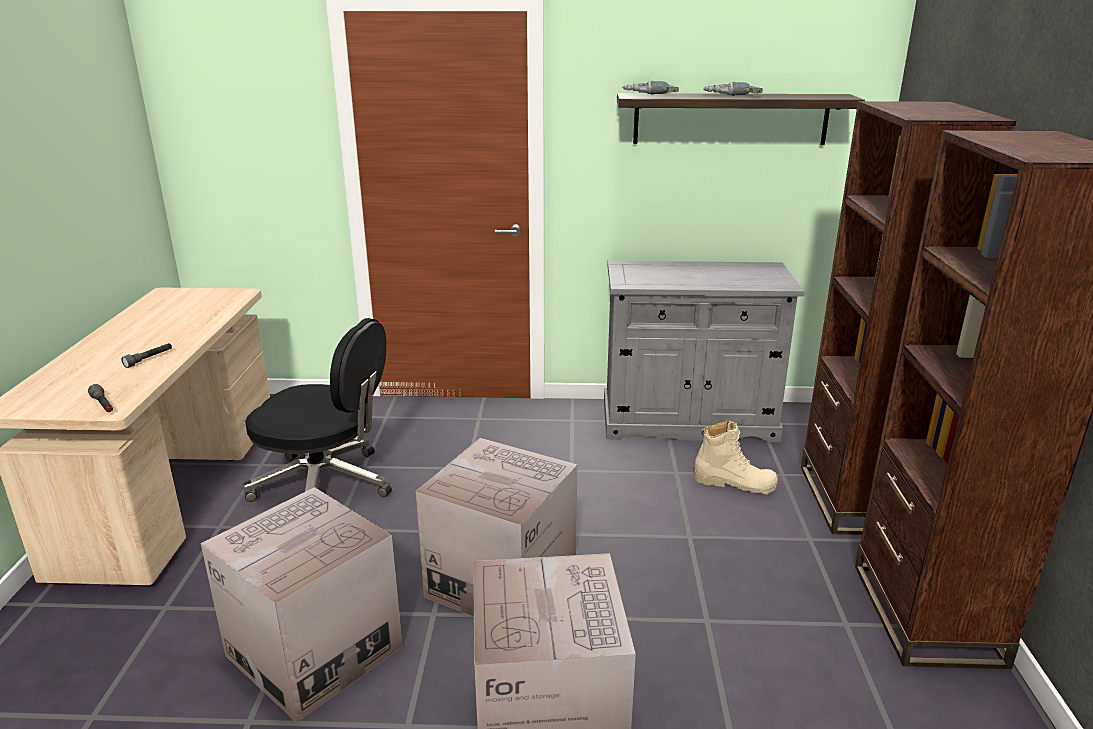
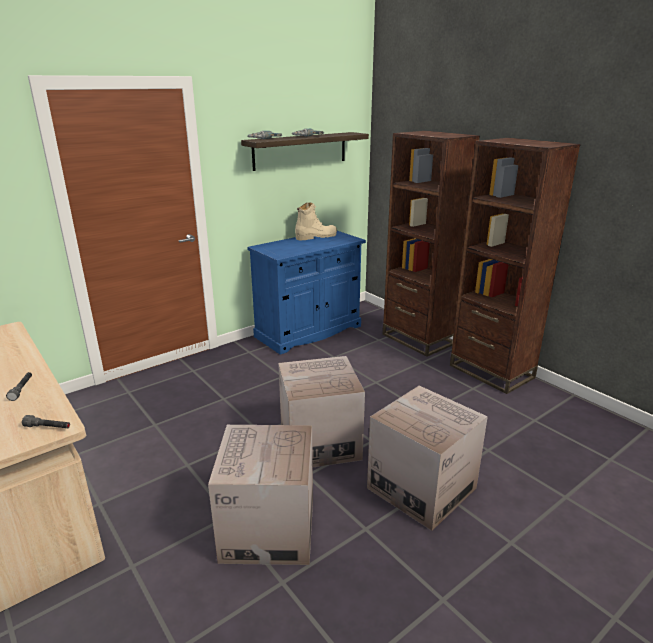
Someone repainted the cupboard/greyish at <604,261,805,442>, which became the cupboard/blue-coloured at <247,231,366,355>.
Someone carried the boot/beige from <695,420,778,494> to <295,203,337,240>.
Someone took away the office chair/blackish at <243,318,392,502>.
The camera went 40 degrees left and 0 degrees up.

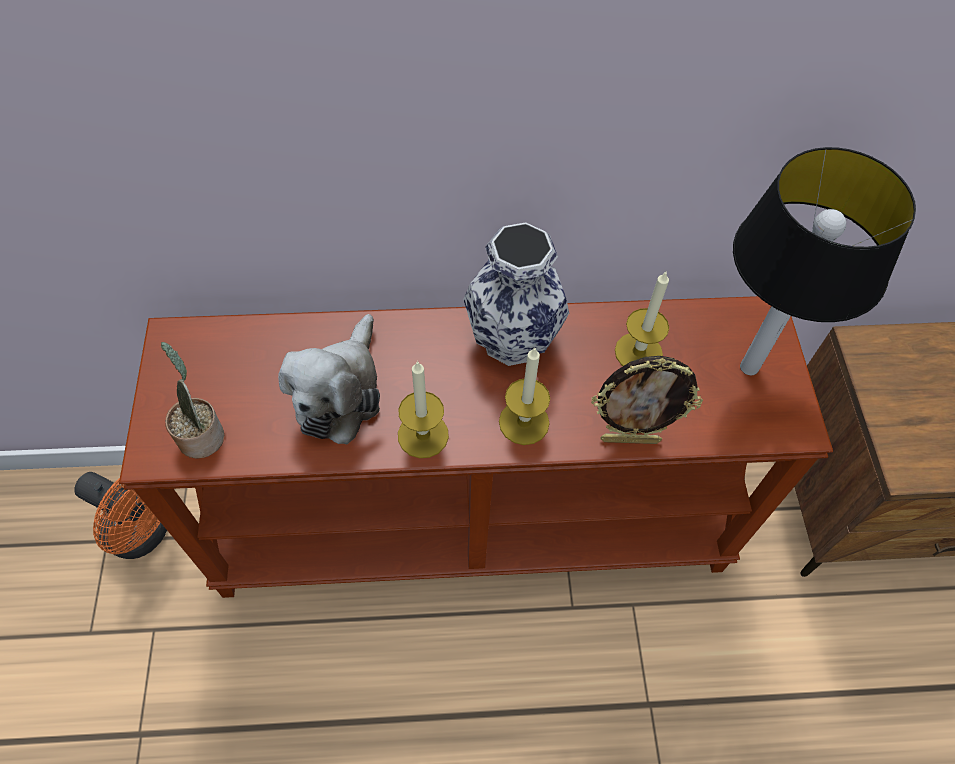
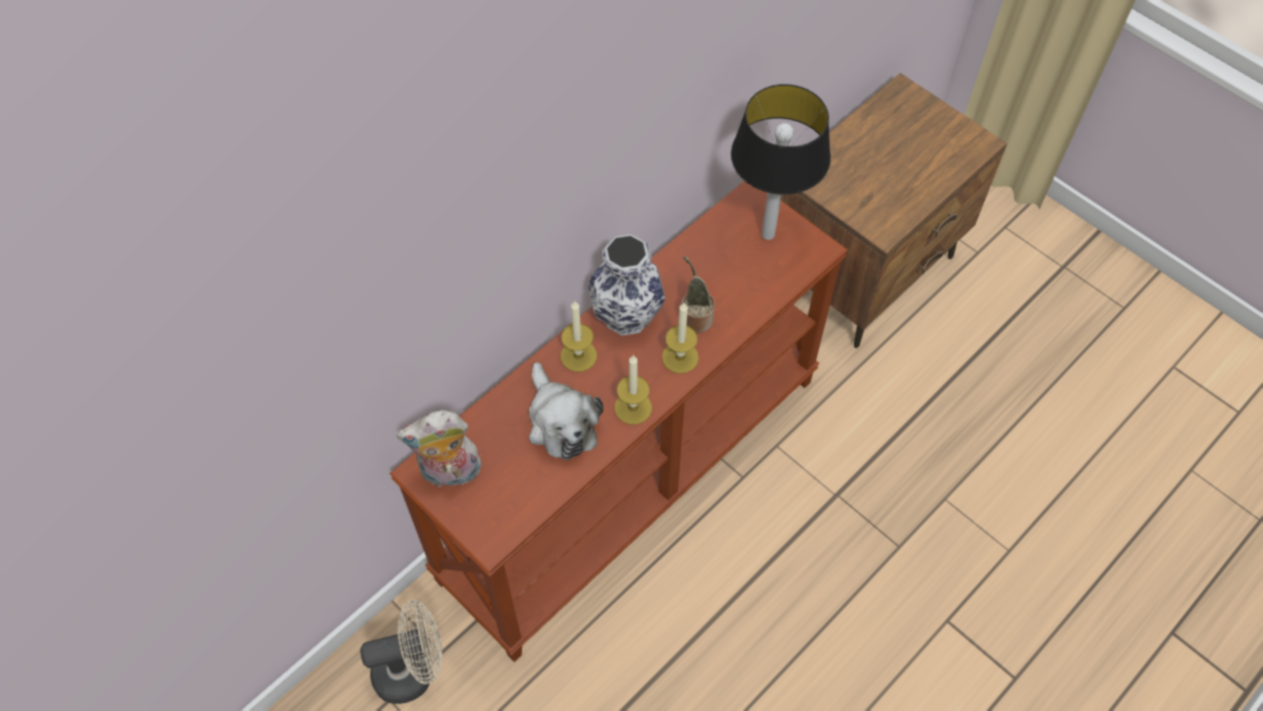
Someone repainted the cooling fan/orangey at <74,472,167,559>, which became the cooling fan/beige at <360,600,442,704>.
Someone put down the soft toy at <397,410,482,487>.
Someone carried the candle from <615,272,669,366> to <561,301,597,372>.
Someone carried the plant in a pot from <161,342,225,459> to <681,256,715,333>.
Someone took away the picture frame at <591,356,703,444>.
The camera went 40 degrees left and 0 degrees up.

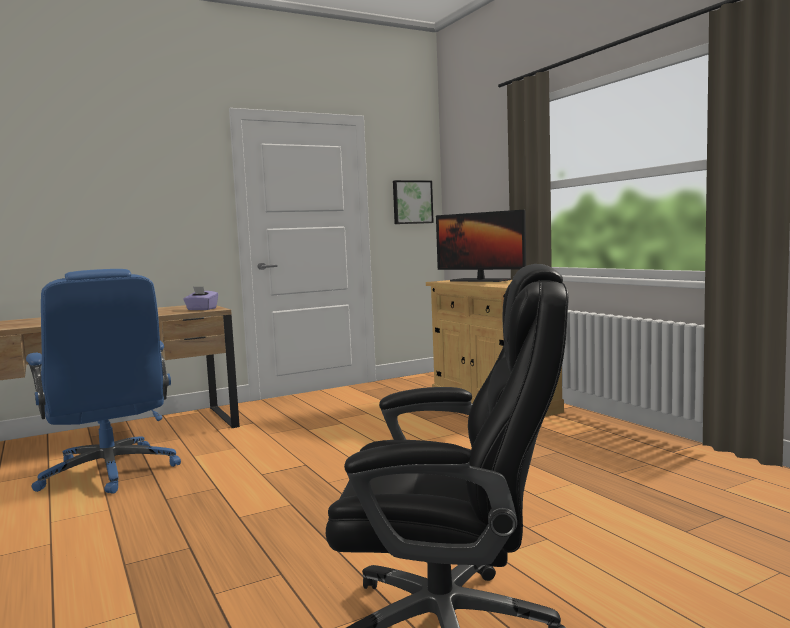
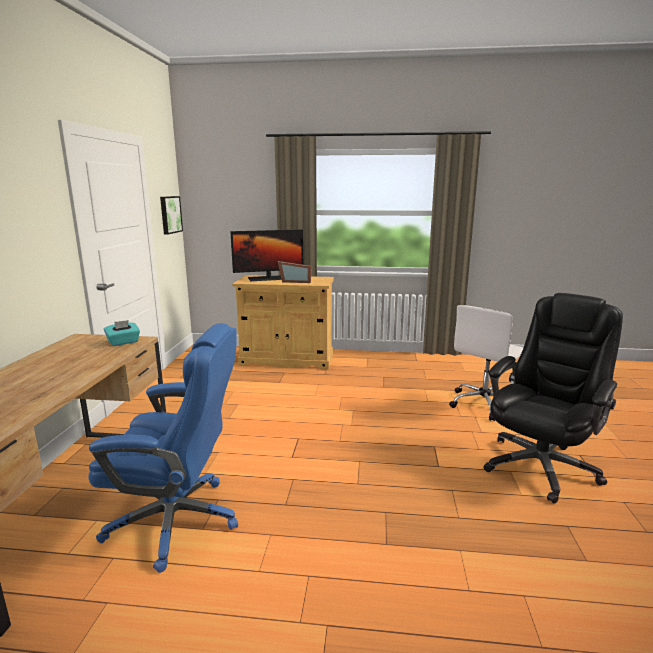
Someone repainted the box of tissues/purple at <183,287,218,310>, which became the box of tissues/blue-green at <104,320,140,346>.
Someone put down the picture frame at <278,261,312,283>.
Someone put down the office chair/white at <449,305,524,421>.
The camera went 55 degrees left and 10 degrees up.

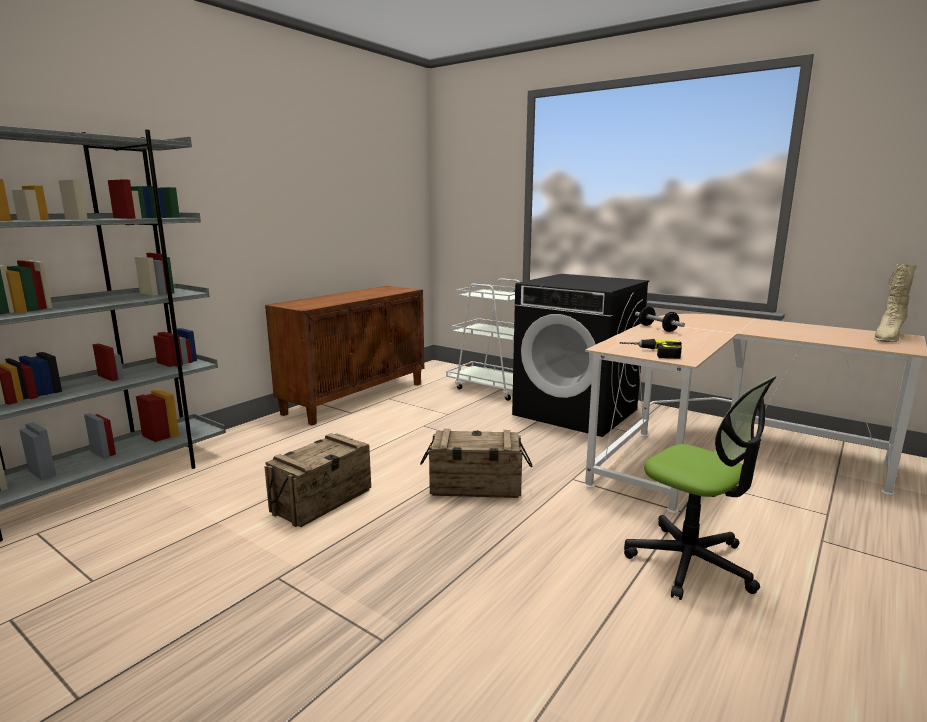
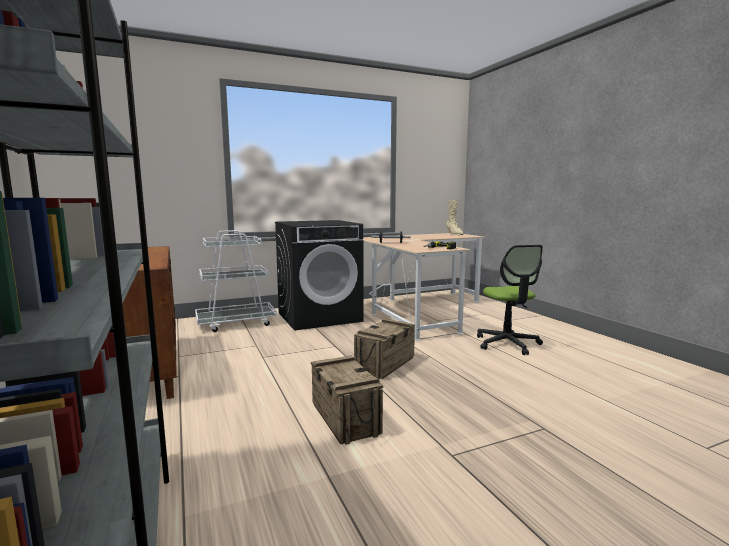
Someone rotated the office chair at <624,376,777,600> by 90 degrees clockwise.
The camera went 60 degrees left and 5 degrees down.

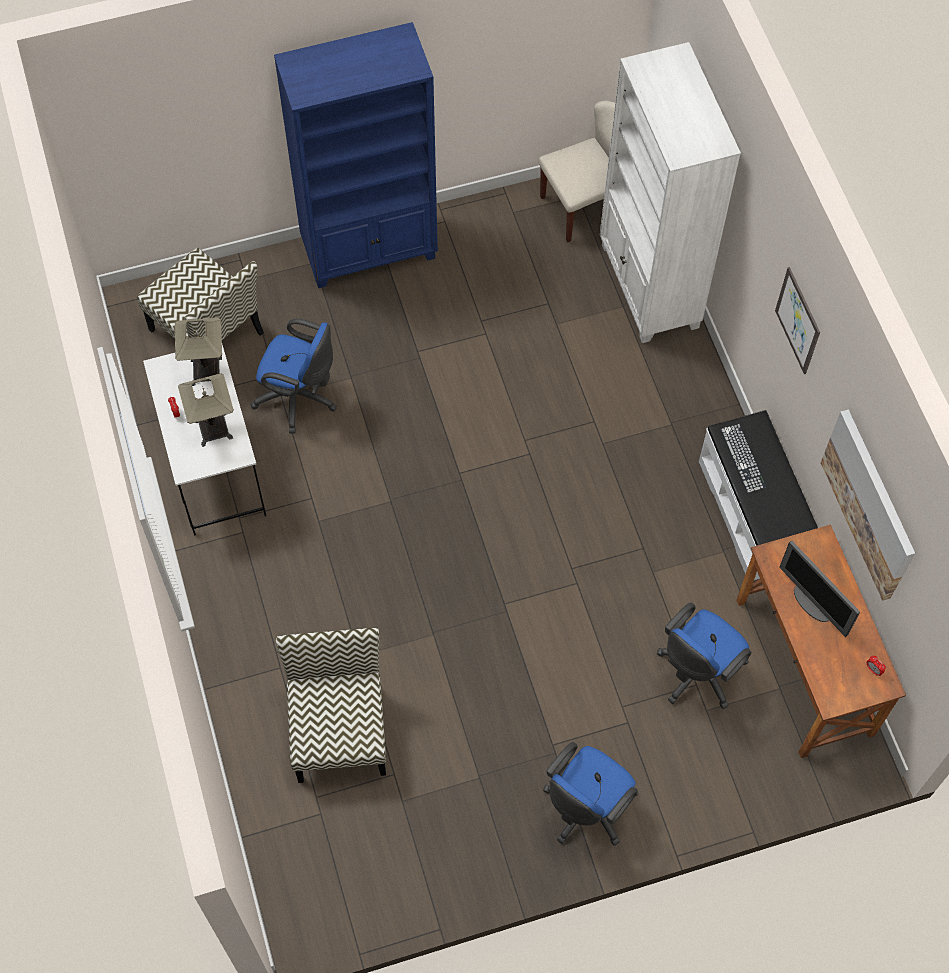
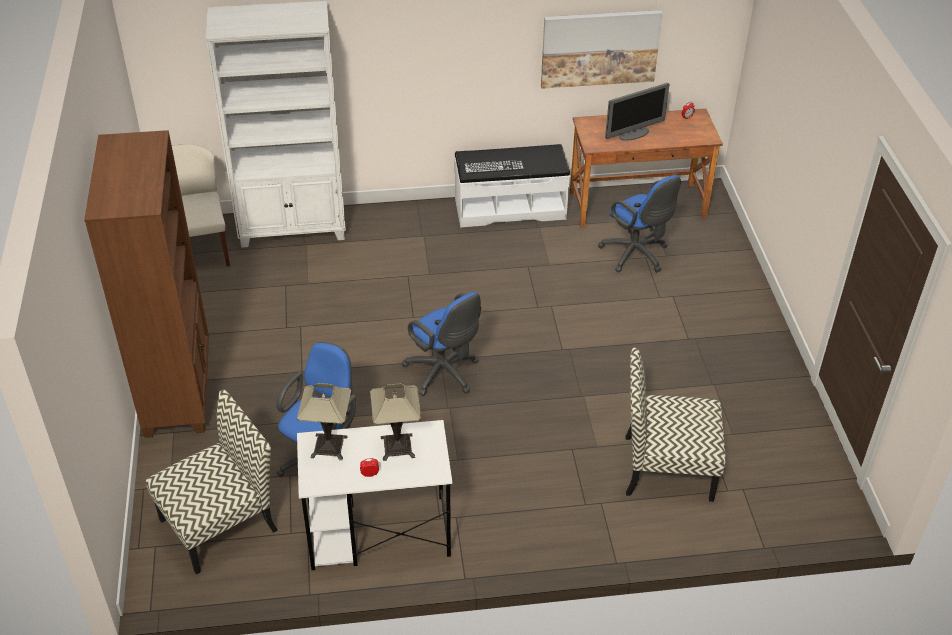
Someone repainted the bookcase/blue-coloured at <274,22,438,288>, which became the bookcase/brown-coloured at <84,130,209,438>.
Someone carried the office chair/blue-coloured from <543,742,639,846> to <402,292,481,396>.
Someone took away the wall picture at <775,267,820,374>.
The camera went 80 degrees left and 20 degrees down.

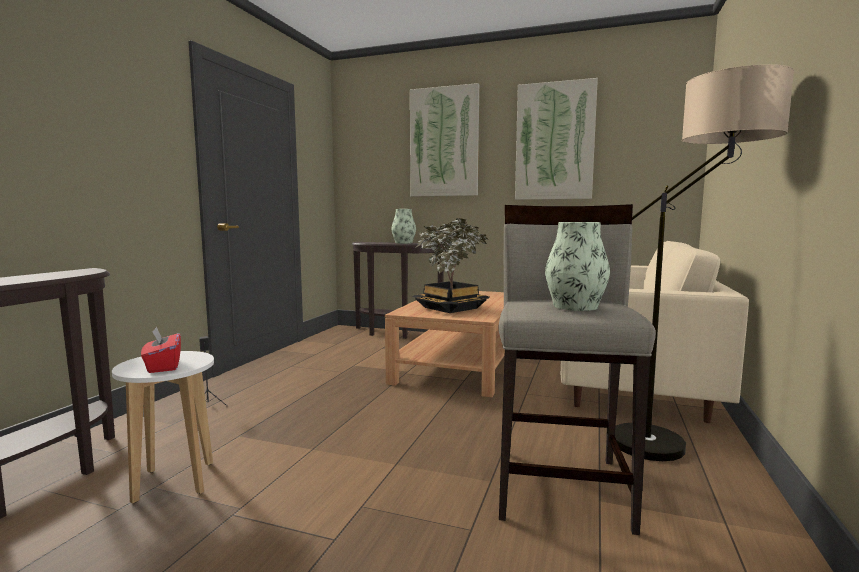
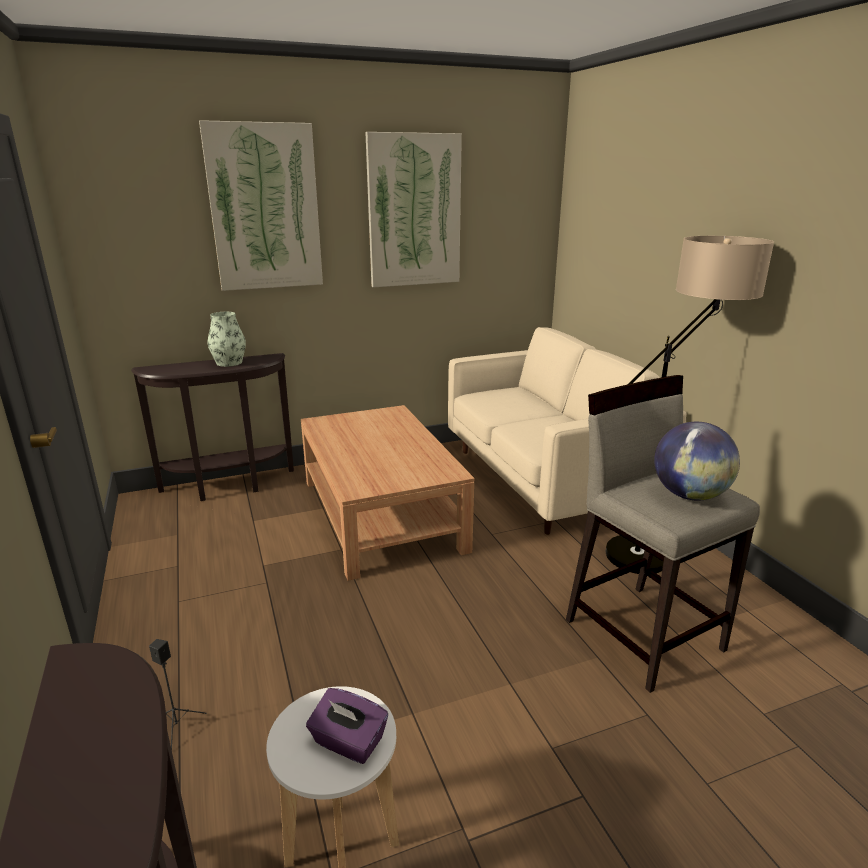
Someone repainted the box of tissues/red-coloured at <141,326,181,373>, which became the box of tissues/purple at <306,688,388,764>.
Someone swapped the decorative vase at <545,222,610,311> for the globe at <654,422,740,501>.
Someone took away the plant in a pot at <413,218,489,313>.
The camera went 40 degrees left and 15 degrees up.

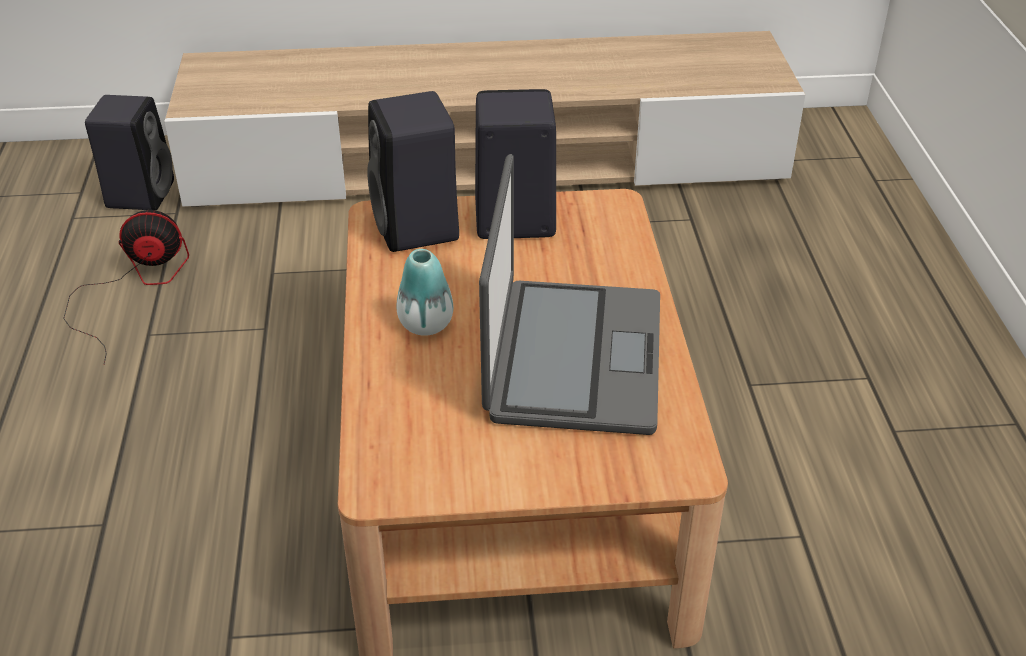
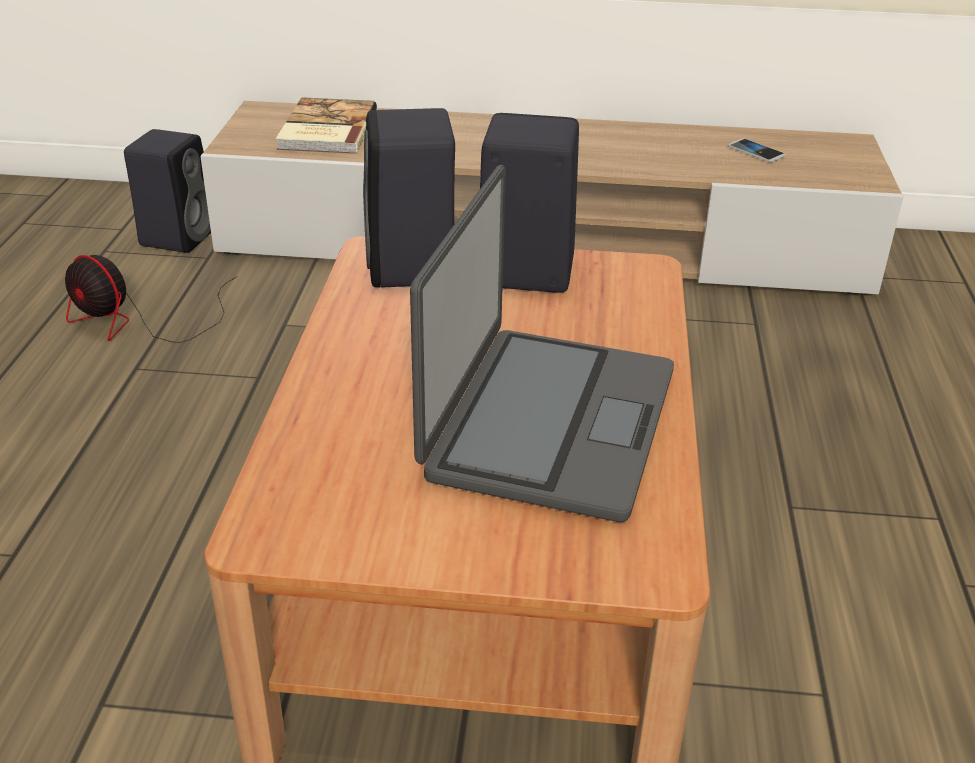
Someone rotated the cooling fan at <63,210,189,364> by 150 degrees counterclockwise.
Someone put down the book at <276,97,377,154>.
Someone put down the phone at <728,139,786,162>.
Someone took away the decorative vase at <396,249,453,336>.
The camera went 10 degrees right and 5 degrees down.

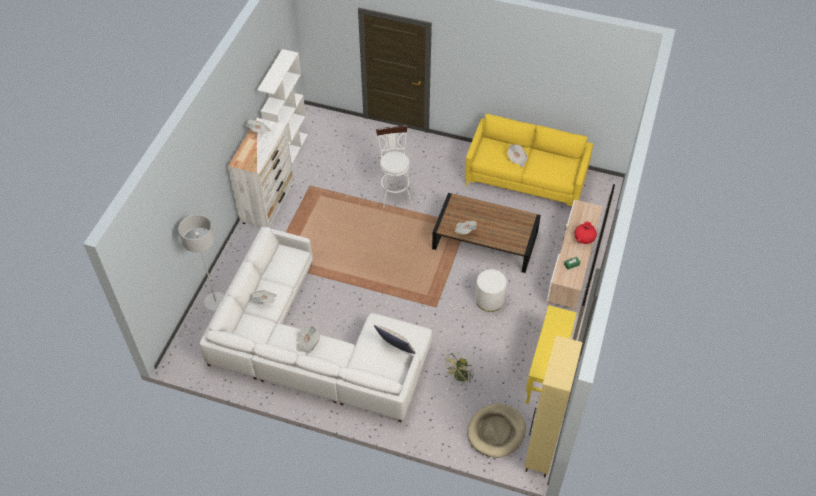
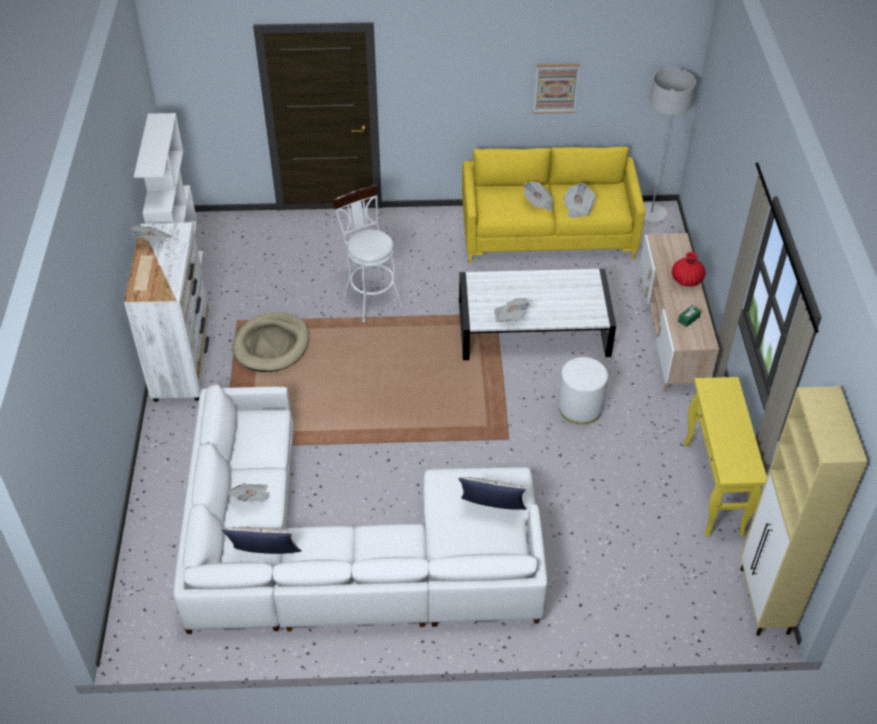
Someone put down the cushion at <221,526,302,554>.
Someone carried the dog bed/beige from <467,403,526,458> to <232,312,309,372>.
Someone repainted the low table/brown-coloured at <432,193,541,273>, which became the low table/white at <459,269,616,360>.
Someone put up the wall picture at <534,64,580,114>.
Someone carried the printed paper from <296,326,320,353> to <563,183,596,218>.
Someone carried the standing lamp/greyish from <178,215,224,310> to <644,68,696,222>.
Someone took away the cooling fan/green-coloured at <444,353,474,383>.
The camera went 20 degrees left and 5 degrees down.

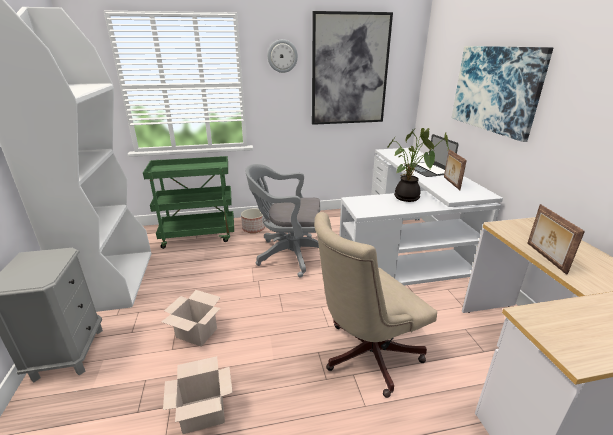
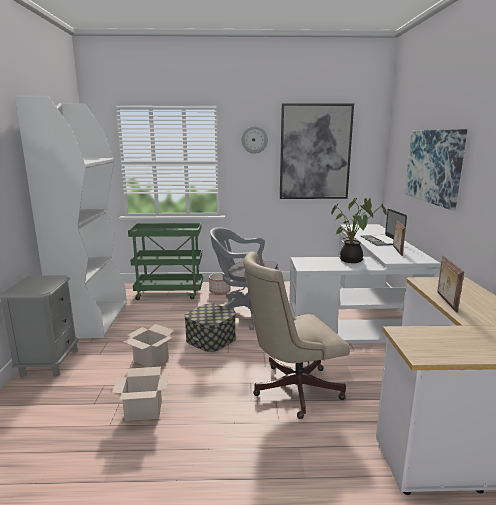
Someone put down the storage box at <184,304,236,352>.
The camera went 10 degrees right and 10 degrees down.

